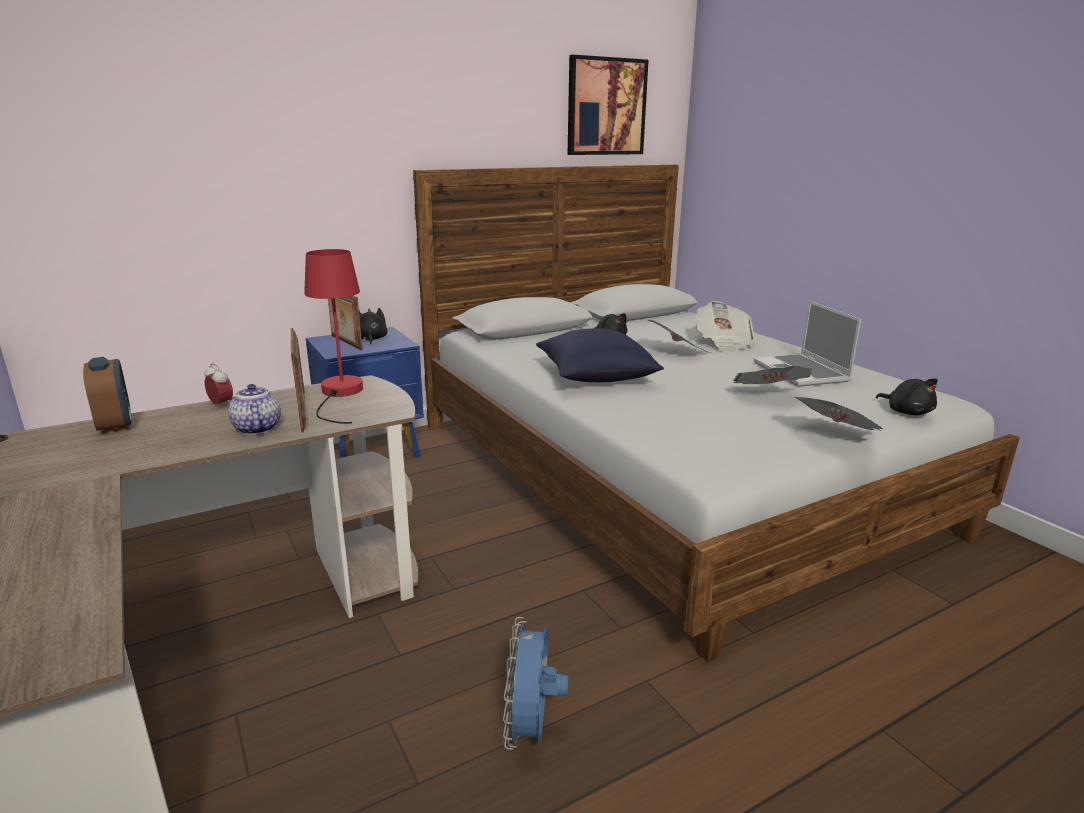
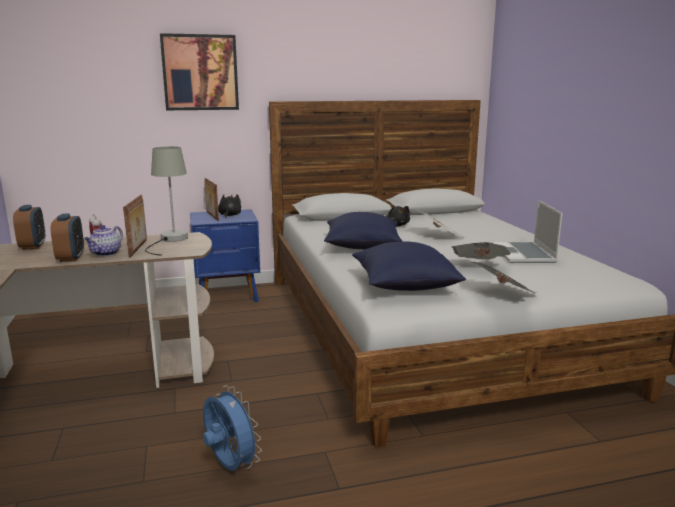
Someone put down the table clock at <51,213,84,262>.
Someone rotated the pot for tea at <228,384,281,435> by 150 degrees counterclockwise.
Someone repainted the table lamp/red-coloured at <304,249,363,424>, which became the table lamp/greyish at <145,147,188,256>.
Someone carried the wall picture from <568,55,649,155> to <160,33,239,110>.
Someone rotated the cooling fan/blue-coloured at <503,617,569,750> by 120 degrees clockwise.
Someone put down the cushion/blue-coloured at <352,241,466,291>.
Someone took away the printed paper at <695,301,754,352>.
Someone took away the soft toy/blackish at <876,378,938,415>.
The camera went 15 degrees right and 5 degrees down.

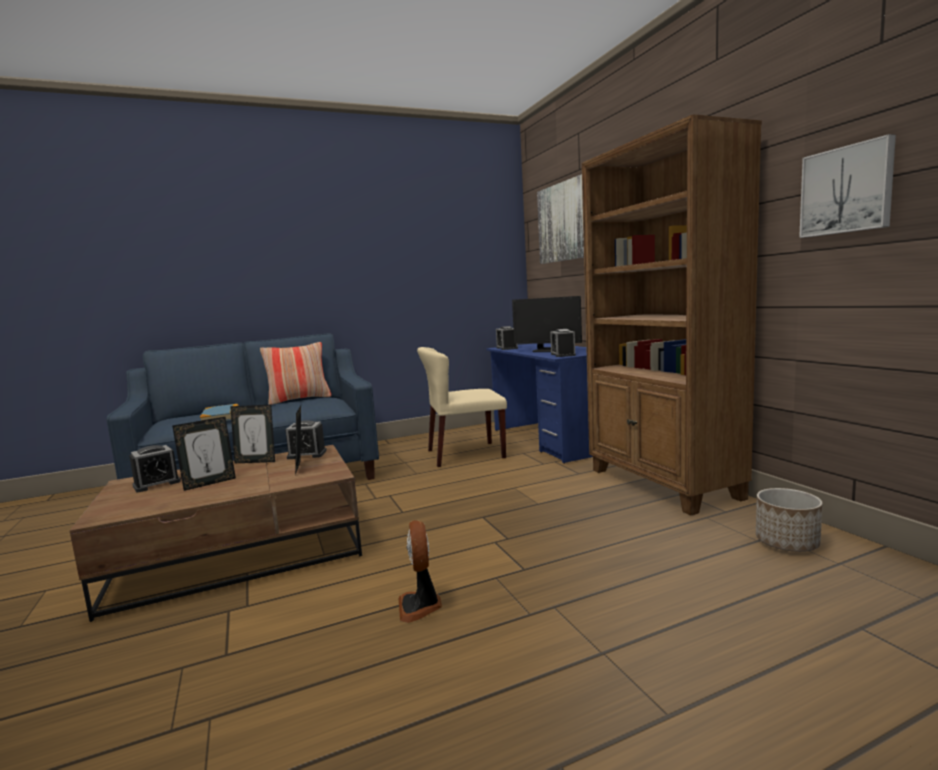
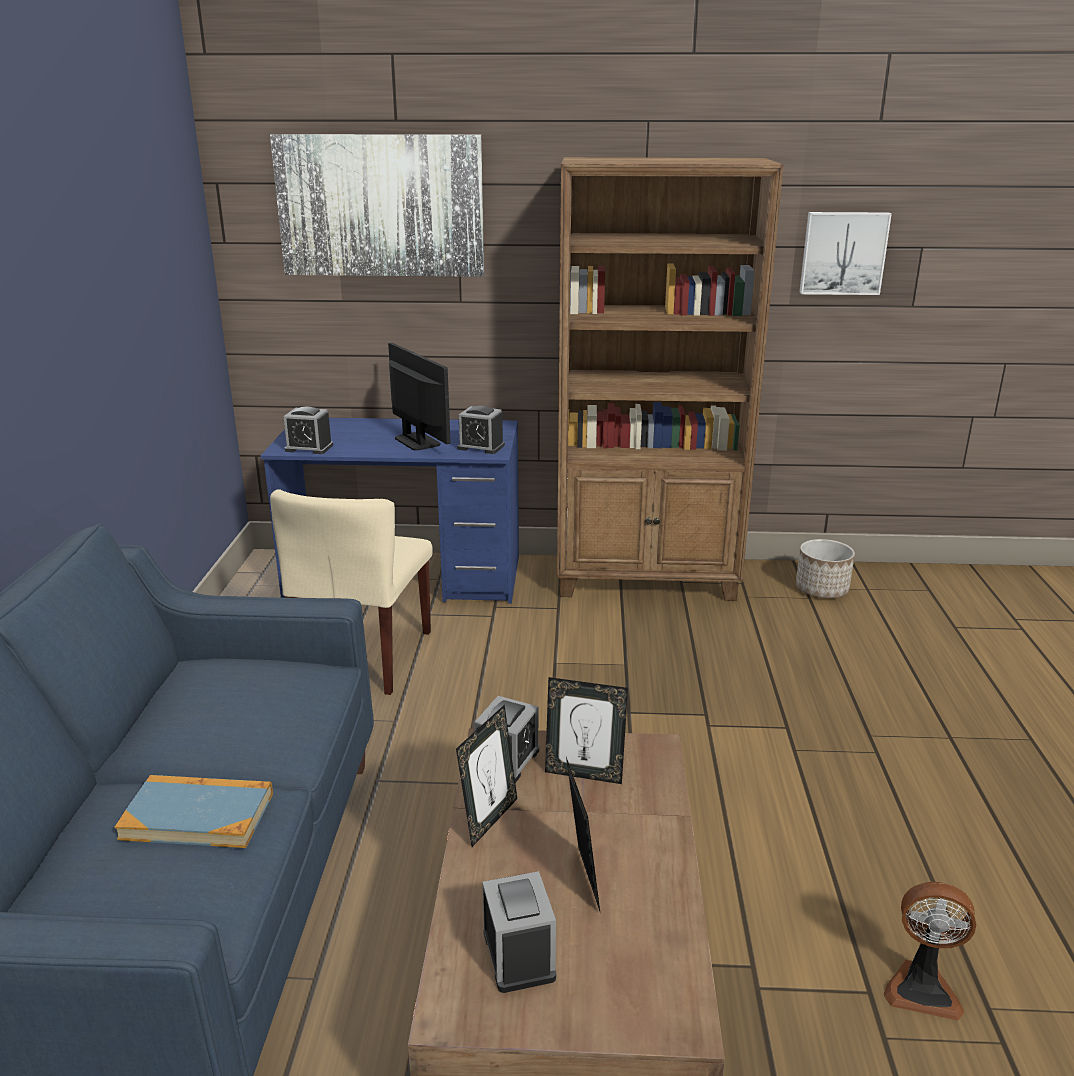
Someone rotated the computer screen at <512,296,582,352> by 90 degrees counterclockwise.
Someone carried the cooling fan from <399,520,442,623> to <884,882,976,1020>.
Someone took away the cushion at <260,342,331,405>.
The camera went 65 degrees left and 15 degrees up.

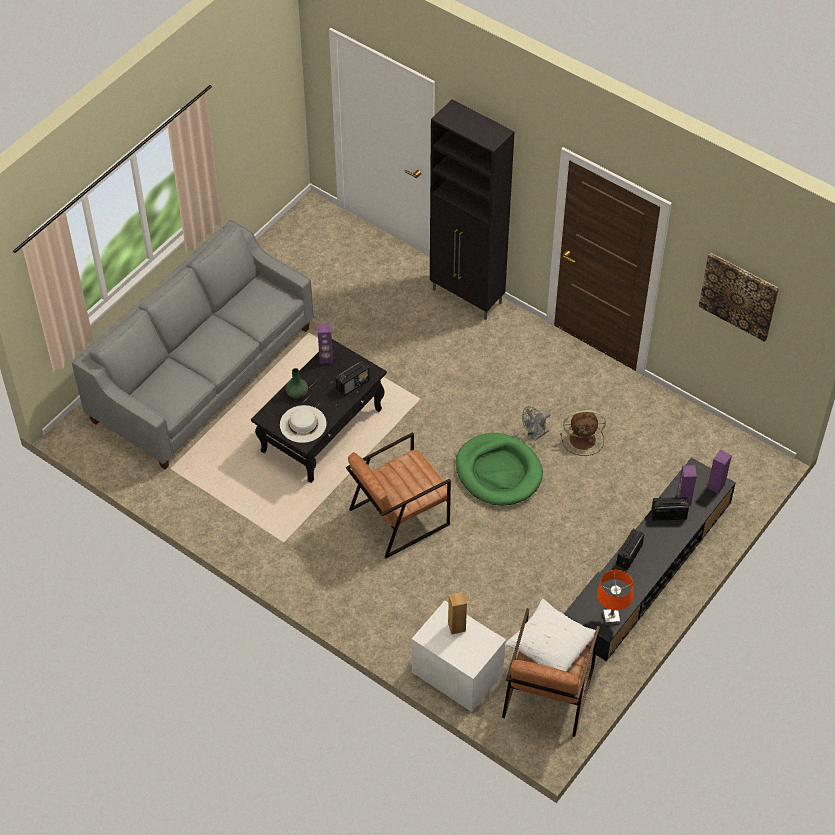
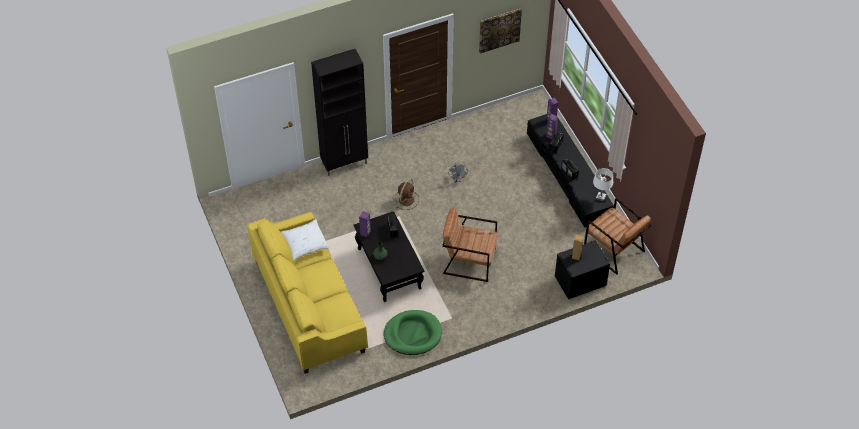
Someone repainted the settee/greyish at <72,220,314,470>, which became the settee/yellowish at <247,212,368,374>.
Someone carried the cushion/white from <505,599,596,672> to <281,219,330,260>.
Someone carried the dog bed/green-coloured from <456,433,543,506> to <384,310,442,355>.
Someone carried the cooling fan/brown-coloured from <560,410,606,456> to <395,178,419,210>.
Someone rotated the easy chair/brown-coloured at <346,432,451,559> by 105 degrees clockwise.
Someone repainted the nightstand/white at <412,601,506,712>, which became the nightstand/blackish at <555,240,610,299>.
Someone repainted the table lamp/orangey at <597,570,634,625>, which became the table lamp/white at <593,168,613,202>.
Someone took away the clothing hat/white at <280,405,327,443>.
The camera went 60 degrees left and 0 degrees up.

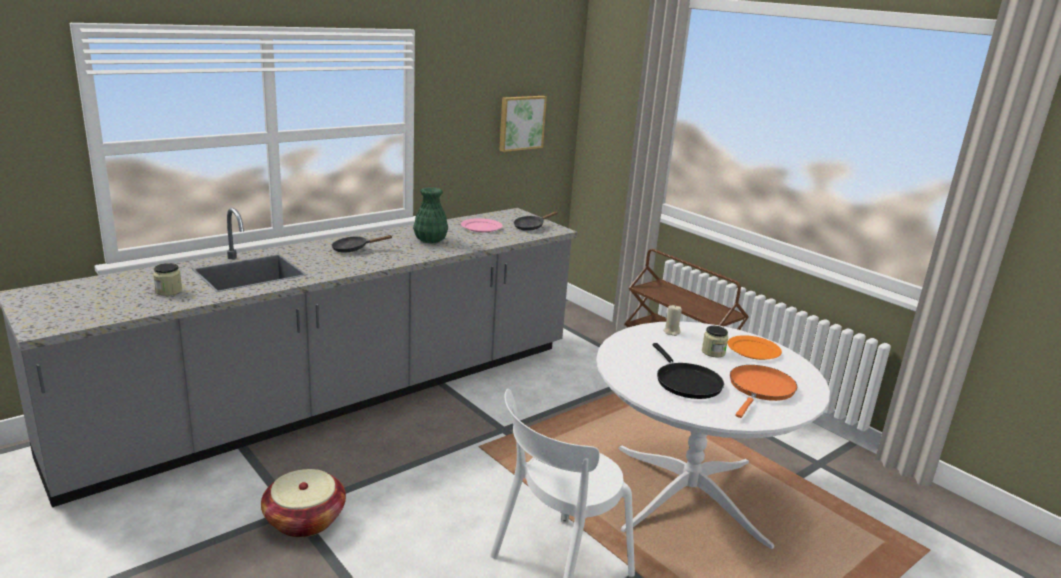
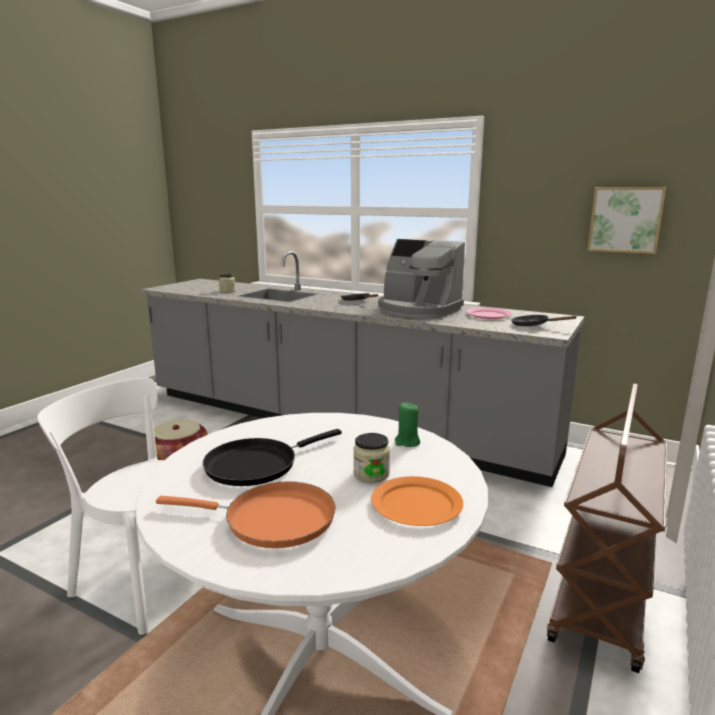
Someone swapped the decorative vase/green-coloured at <413,187,448,243> for the coffee machine at <378,239,465,318>.
Someone repainted the candle/beige at <663,305,682,336>, which became the candle/green-coloured at <395,402,420,447>.
The camera went 70 degrees right and 5 degrees down.

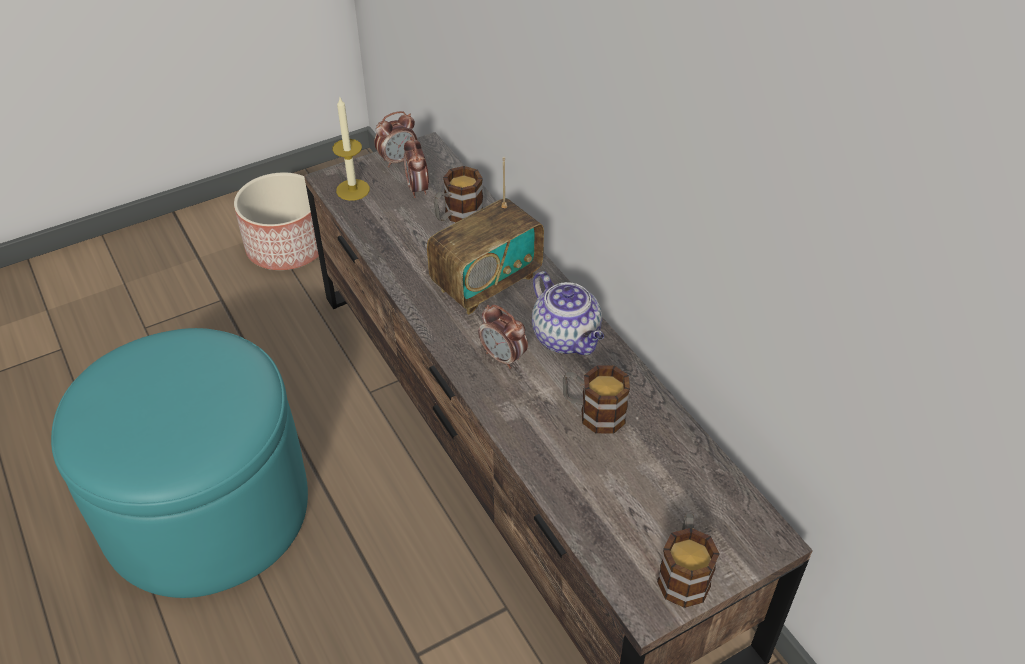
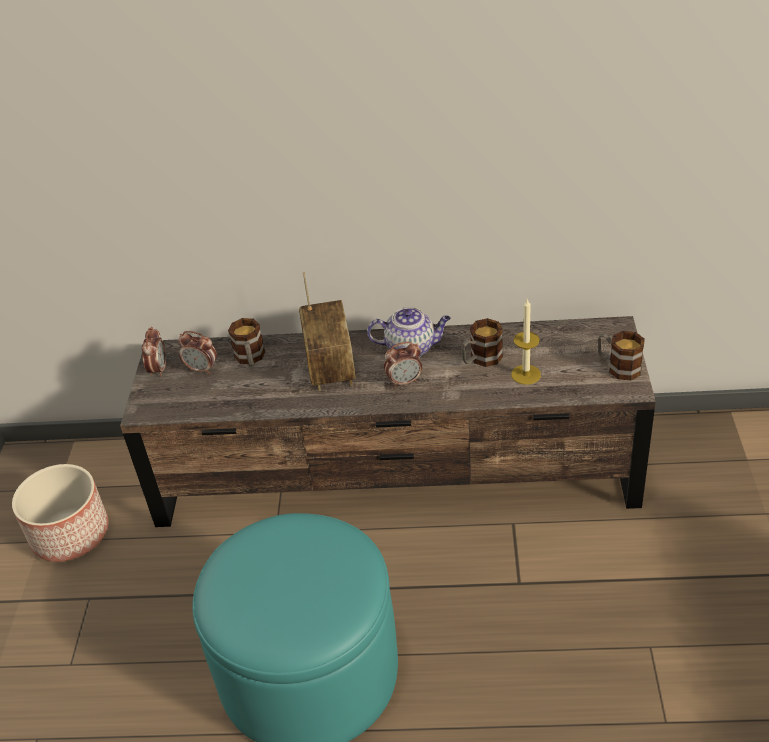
Someone carried the candle from <332,98,370,201> to <511,299,541,385>.
The camera went 55 degrees left and 5 degrees down.

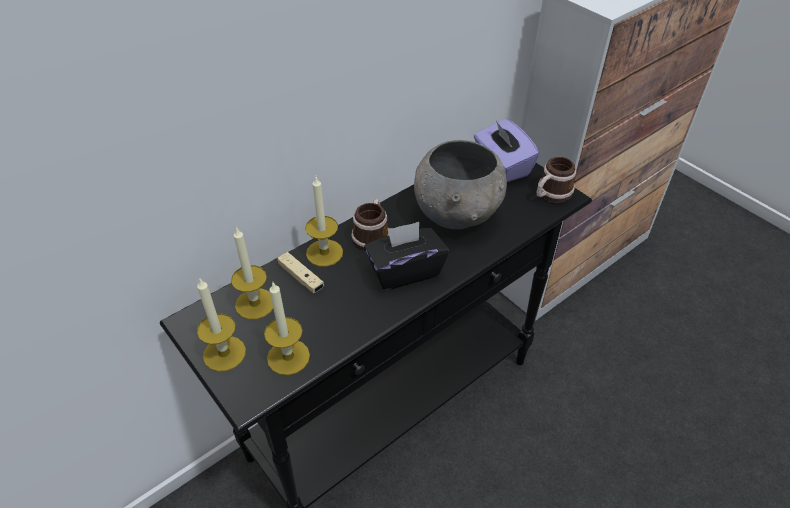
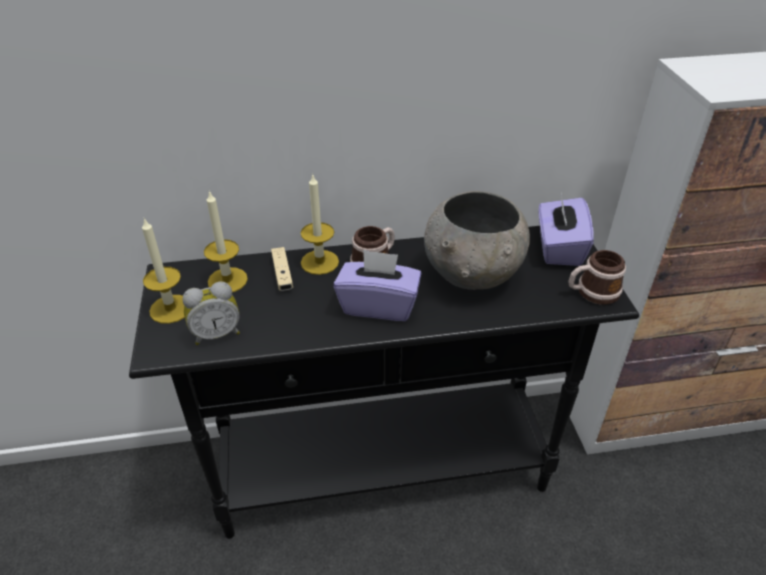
Someone swapped the candle at <264,282,310,375> for the table clock at <183,281,240,345>.
Someone repainted the box of tissues/blackish at <364,222,449,290>, which became the box of tissues/purple at <334,249,421,321>.
The camera went 30 degrees right and 5 degrees down.

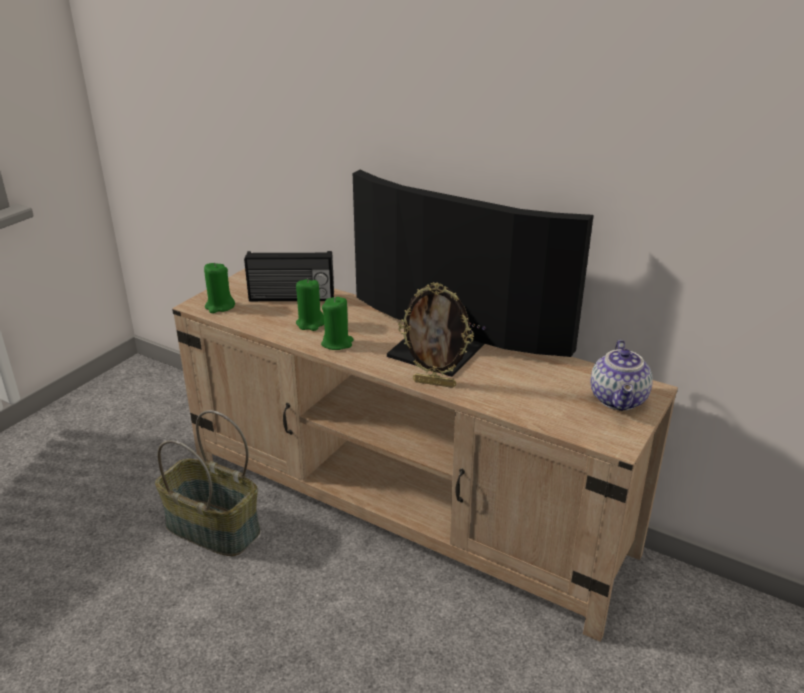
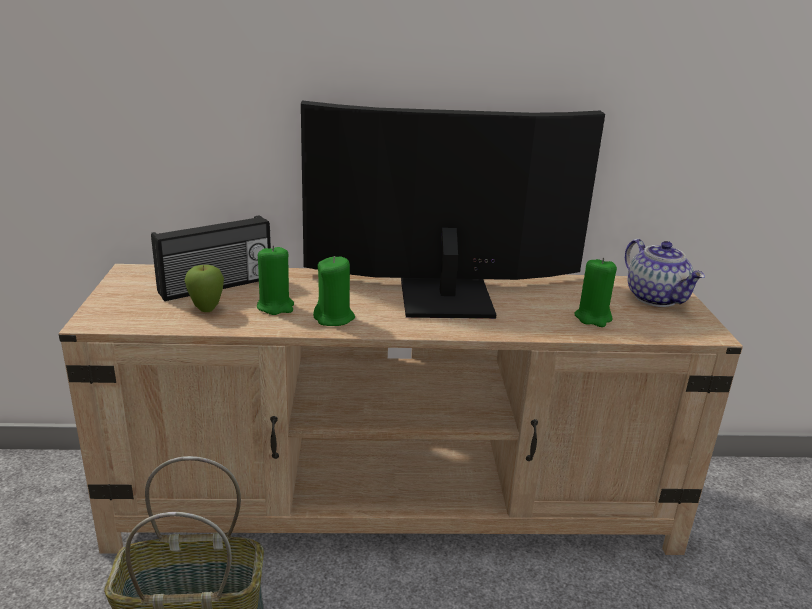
Someone put down the apple fruit at <184,265,224,312>.
Someone carried the candle/green-coloured from <204,263,235,313> to <574,258,617,327>.
Someone took away the picture frame at <398,282,474,388>.
The camera went 35 degrees left and 5 degrees down.

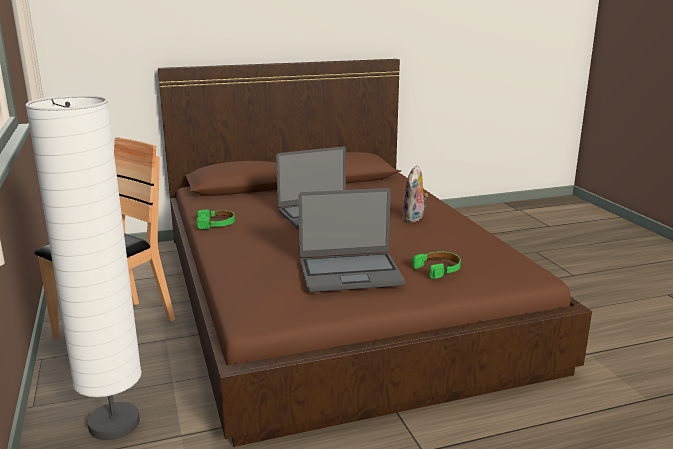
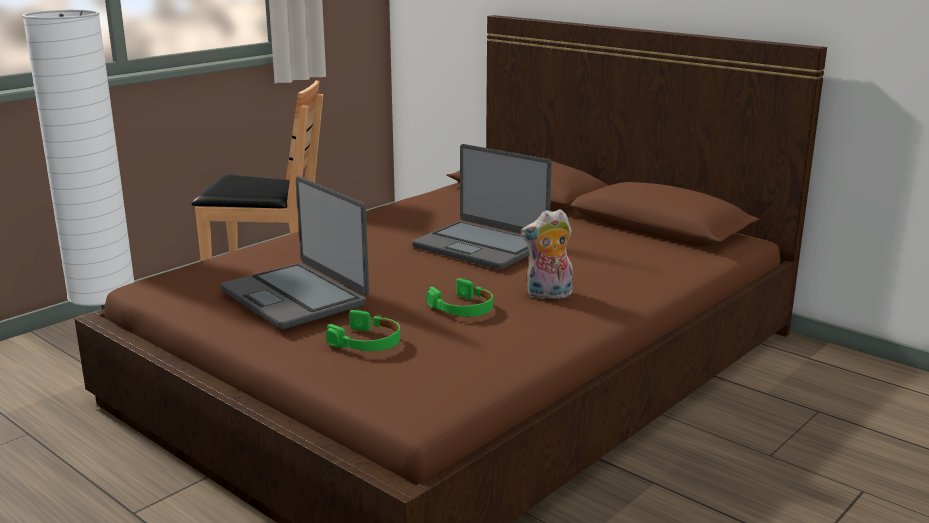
Someone carried the headset/green-coloured from <197,209,235,229> to <426,278,493,317>.
The camera went 60 degrees right and 0 degrees up.

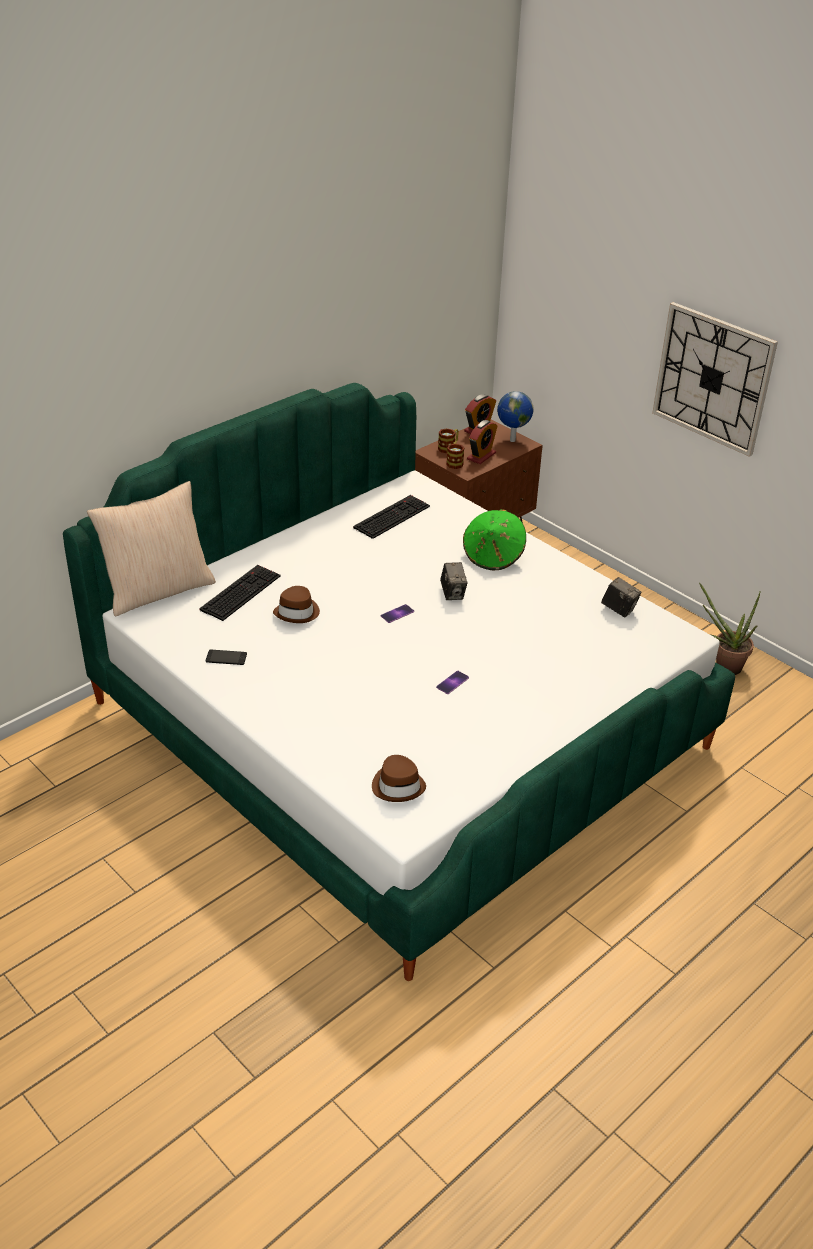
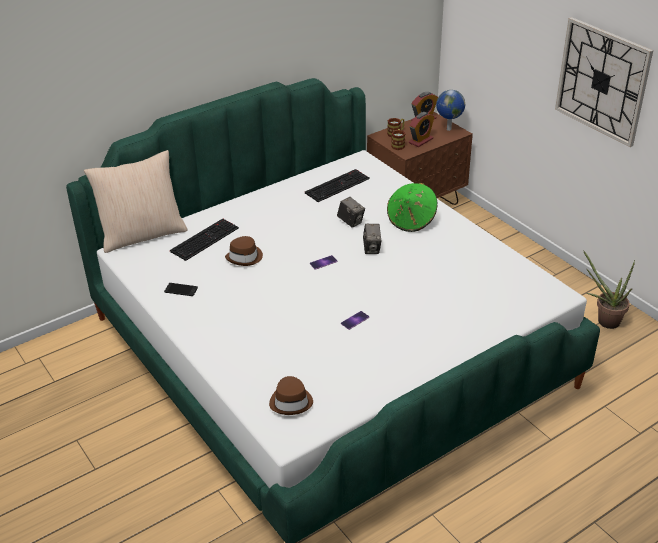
Someone carried the still camera from <601,577,642,617> to <337,197,365,228>.
The camera went 10 degrees right and 0 degrees up.

